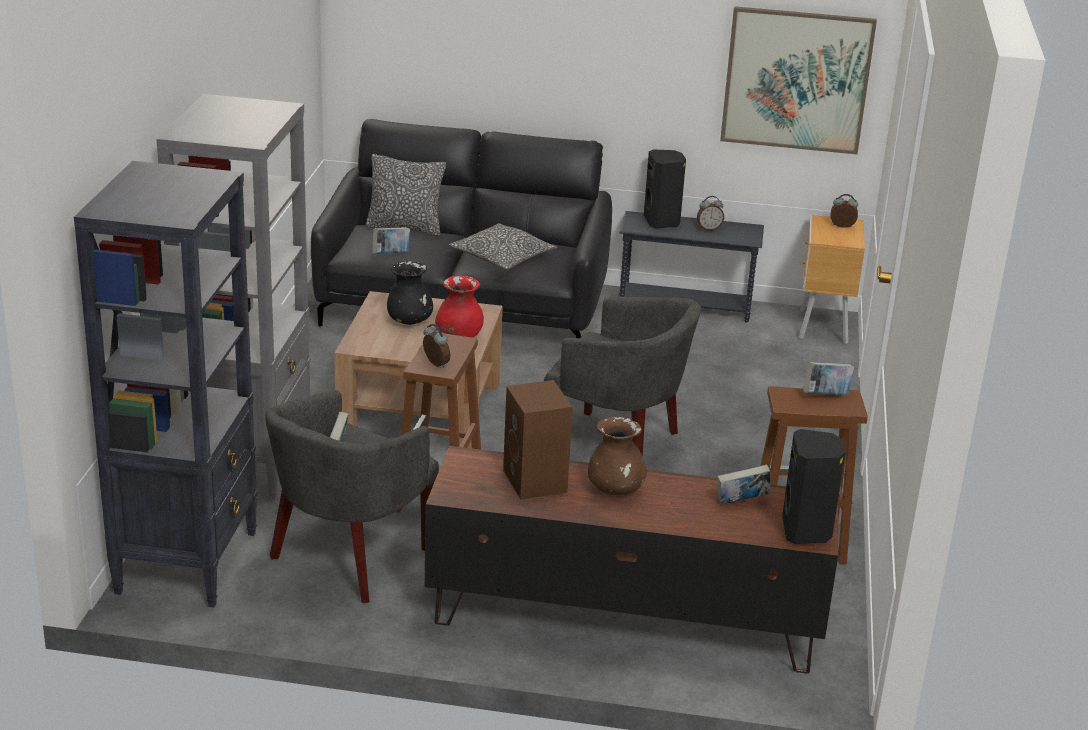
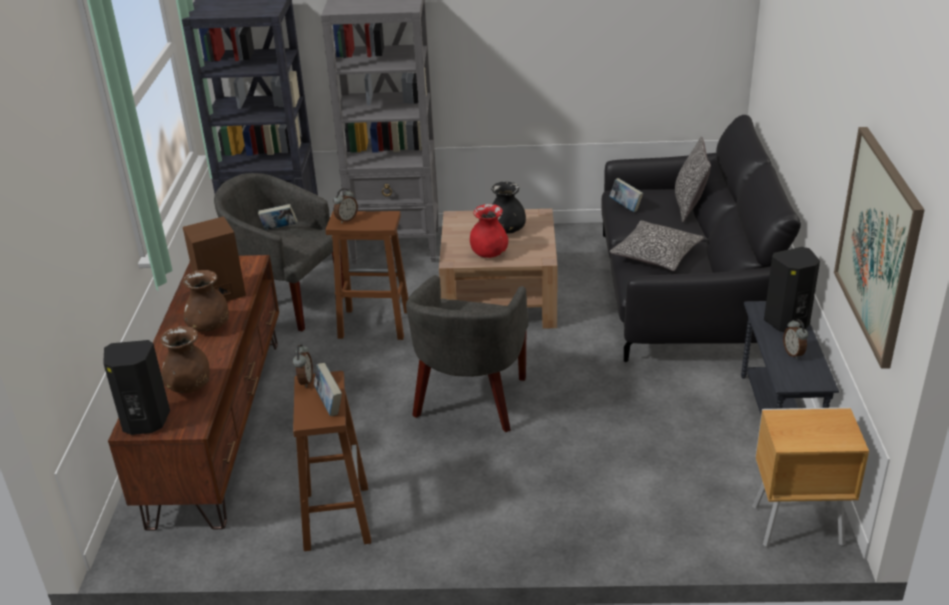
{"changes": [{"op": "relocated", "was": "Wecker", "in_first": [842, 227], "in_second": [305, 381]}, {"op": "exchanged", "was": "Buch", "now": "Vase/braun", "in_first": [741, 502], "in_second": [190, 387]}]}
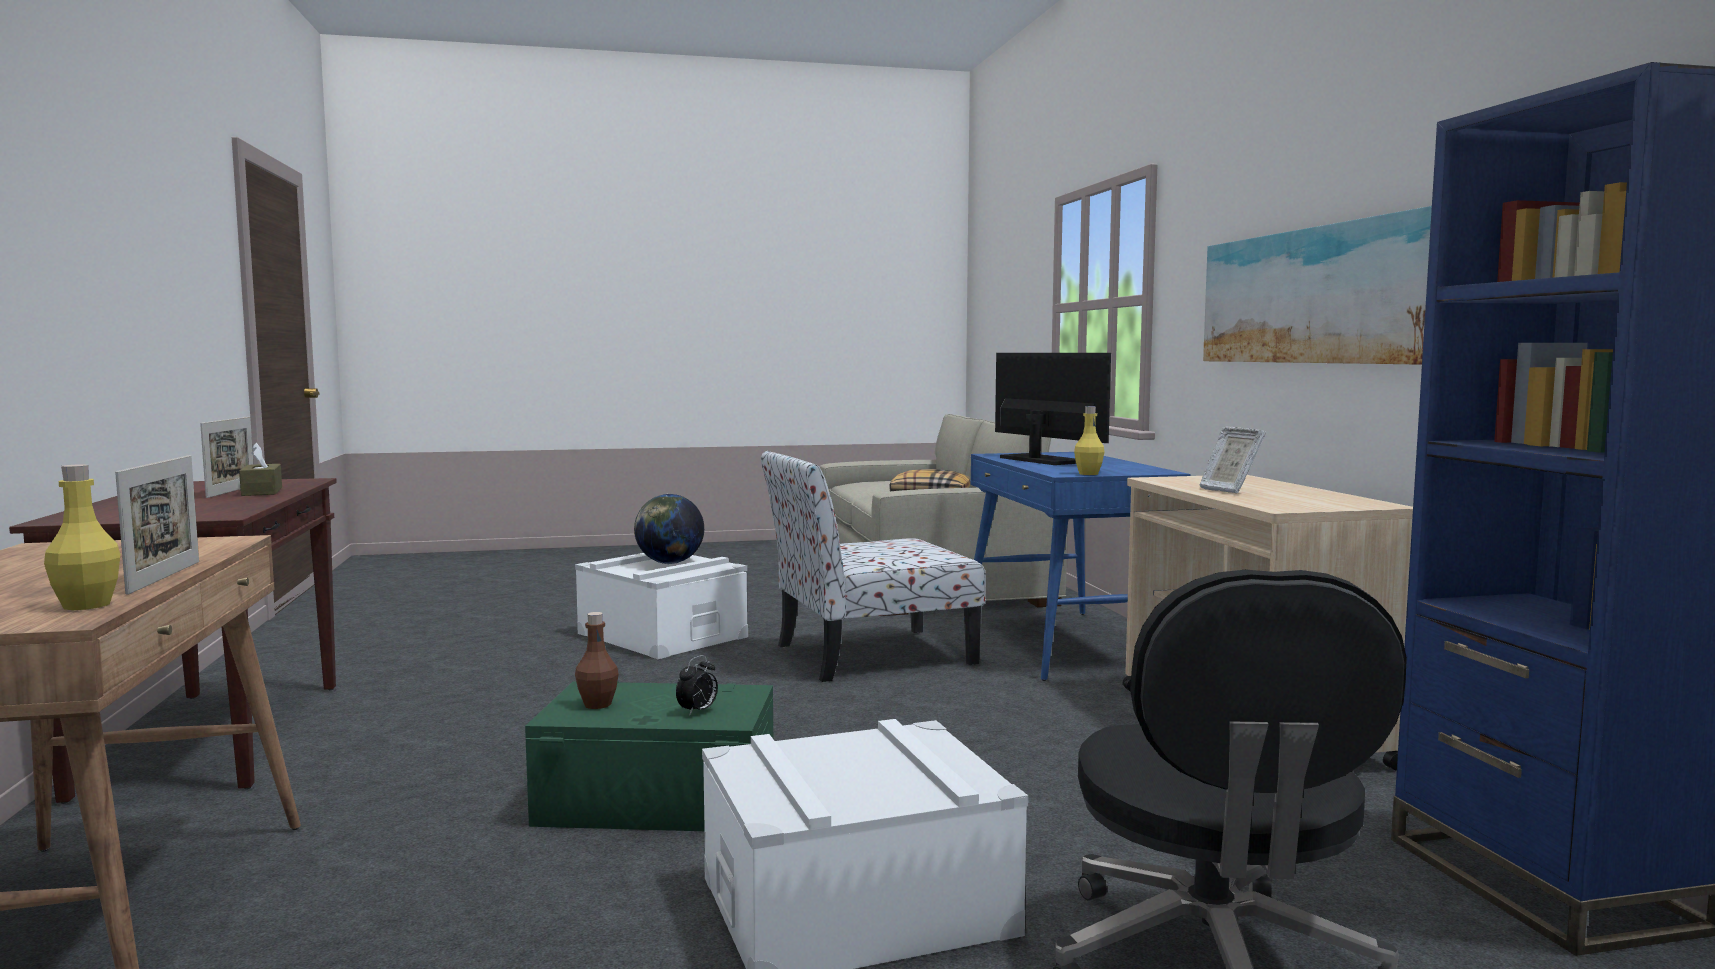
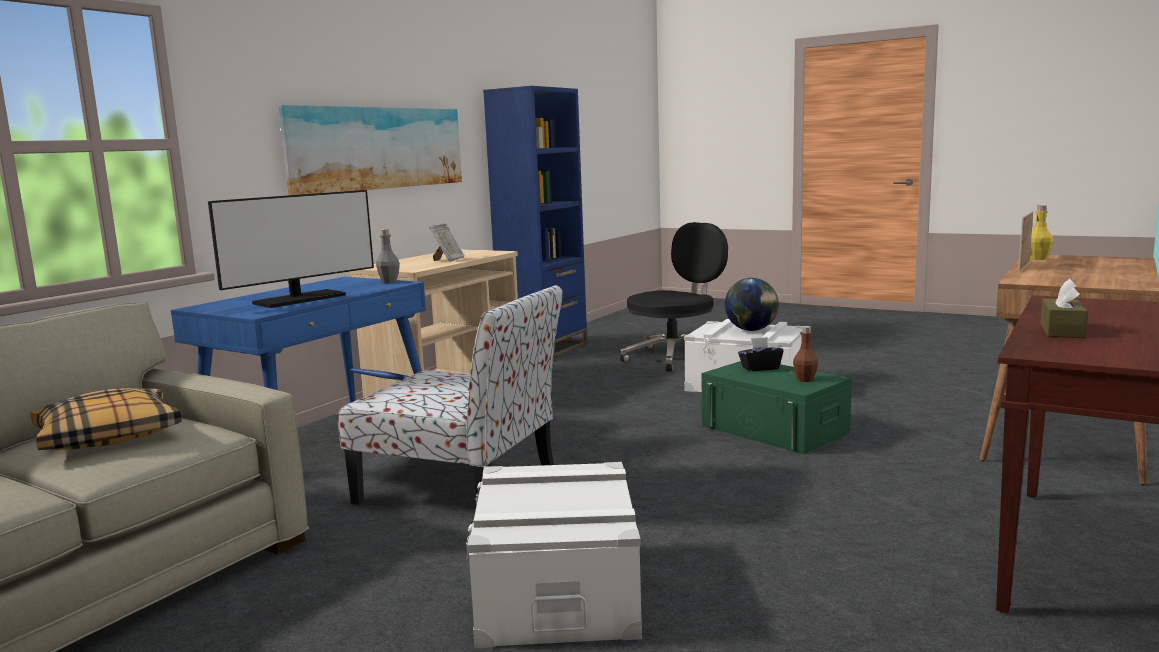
{"changes": [{"op": "spun", "was": "Monitor", "in_first": [1041, 460], "in_second": [300, 299], "clockwise": -150}, {"op": "colour", "was": "Flasche/gelb", "now": "Flasche/grau", "in_first": [1088, 474], "in_second": [389, 281]}, {"op": "missing", "was": "Bilderrahmen", "in_first": [231, 491]}, {"op": "relocated", "was": "Globus", "in_first": [669, 563], "in_second": [751, 330]}, {"op": "exchanged", "was": "Wecker", "now": "Taschentuchbox/schwarz", "in_first": [698, 711], "in_second": [760, 368]}]}
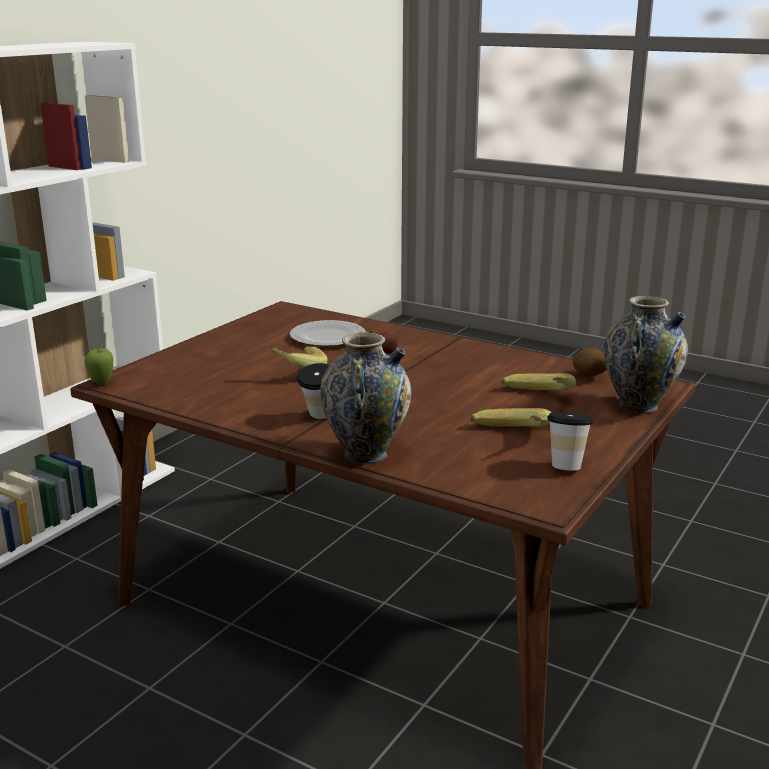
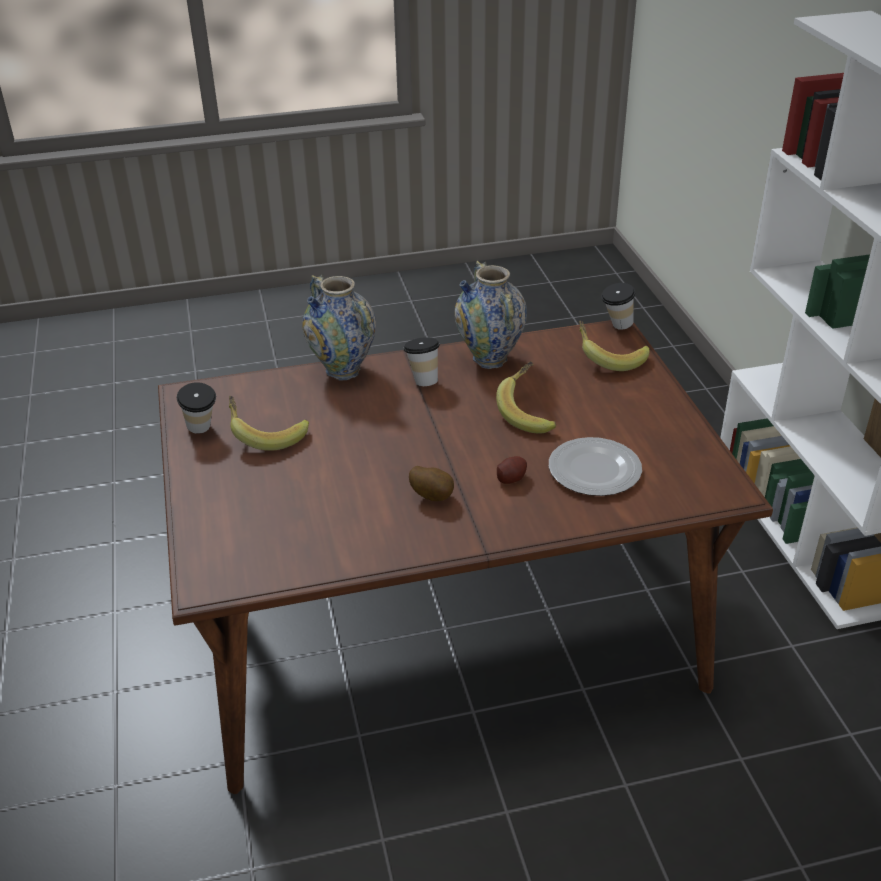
{"changes": [{"op": "relocated", "was": "Vase", "in_first": [638, 405], "in_second": [490, 359]}, {"op": "exchanged", "was": "Apfel", "now": "Tasse", "in_first": [102, 384], "in_second": [616, 326]}, {"op": "relocated", "was": "Kartoffel", "in_first": [589, 377], "in_second": [432, 496]}, {"op": "relocated", "was": "Banane", "in_first": [537, 399], "in_second": [609, 358]}]}
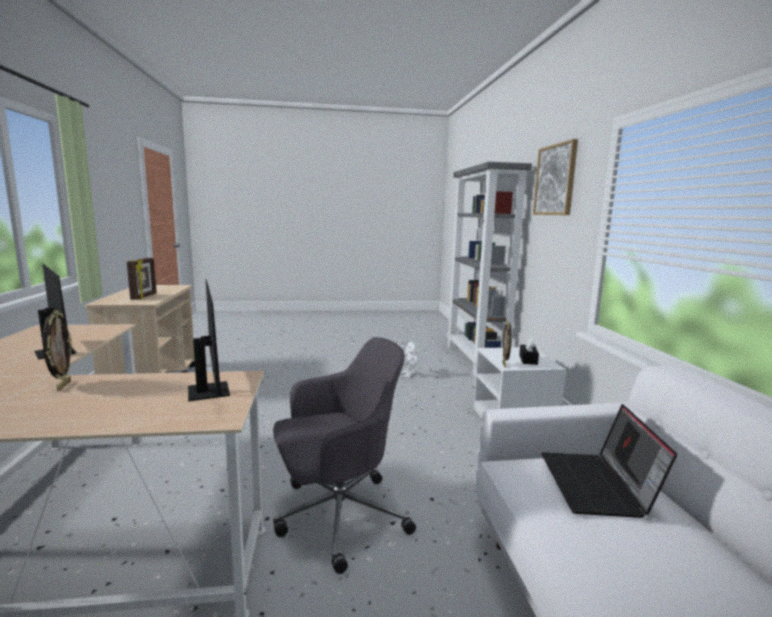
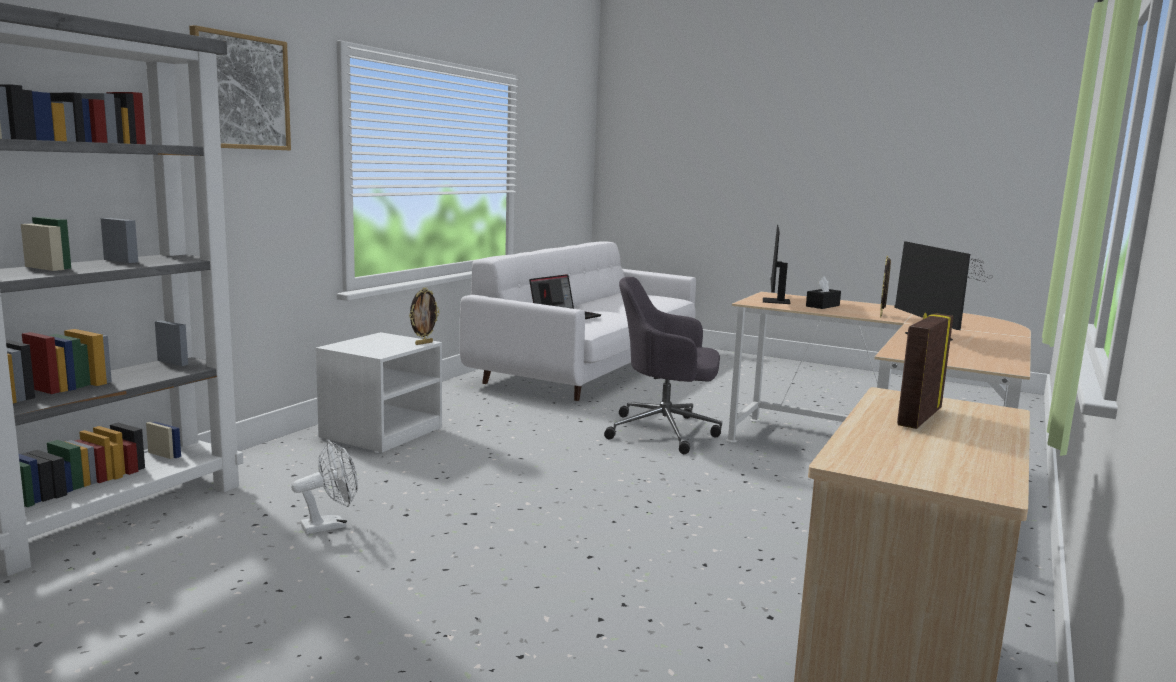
{"changes": [{"op": "relocated", "was": "Taschentuchbox/schwarz", "in_first": [528, 360], "in_second": [822, 306]}]}
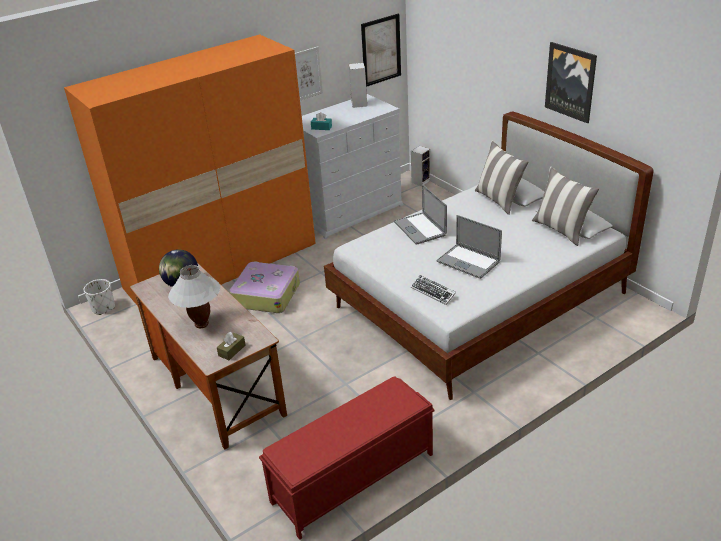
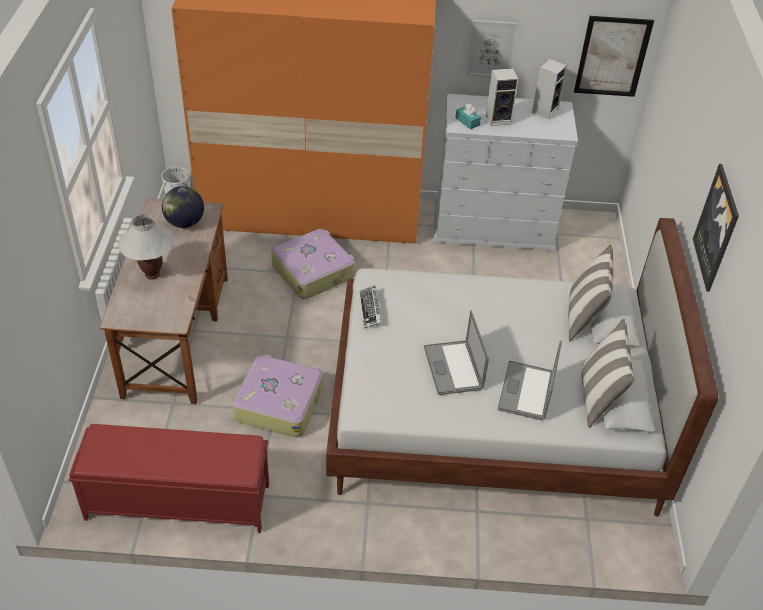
{"changes": [{"op": "relocated", "was": "Lautsprecher", "in_first": [421, 181], "in_second": [499, 119]}, {"op": "relocated", "was": "Laptop", "in_first": [420, 228], "in_second": [526, 391]}, {"op": "relocated", "was": "Tastatur", "in_first": [433, 292], "in_second": [370, 309]}, {"op": "missing", "was": "Taschentuchbox/braun", "in_first": [232, 350]}, {"op": "appeared", "now": "Koffer", "in_second": [279, 403]}]}
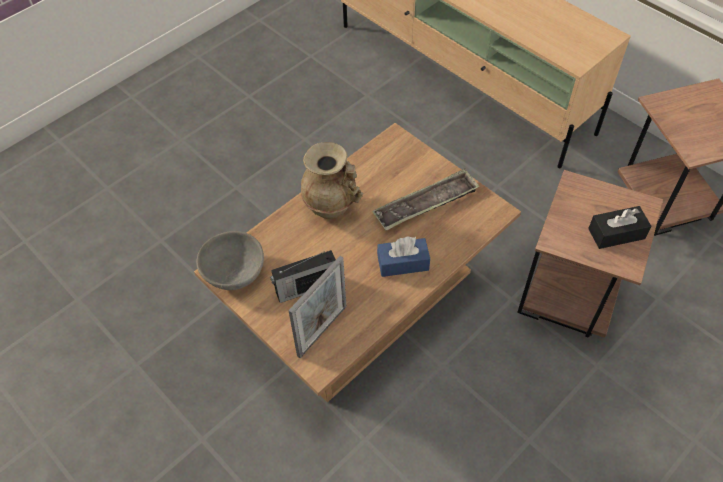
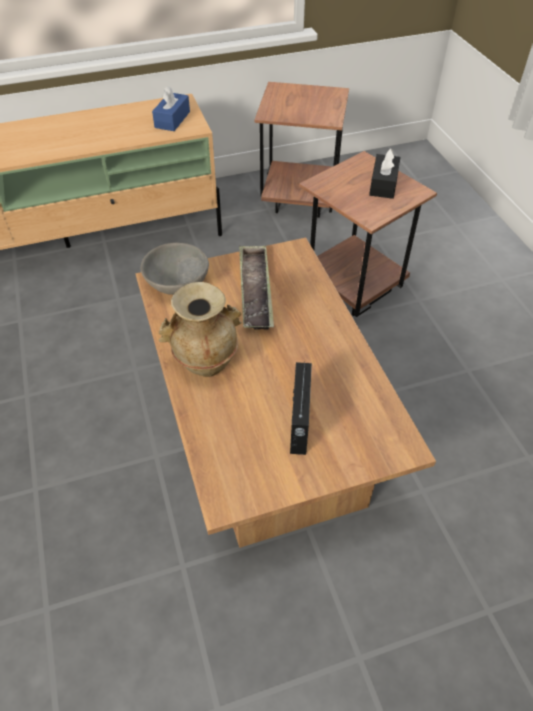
{"changes": [{"op": "relocated", "was": "Schüssel/grau", "in_first": [234, 273], "in_second": [178, 283]}, {"op": "relocated", "was": "Taschentuchbox/blau", "in_first": [403, 263], "in_second": [172, 120]}, {"op": "missing", "was": "Bilderrahmen", "in_first": [322, 331]}]}
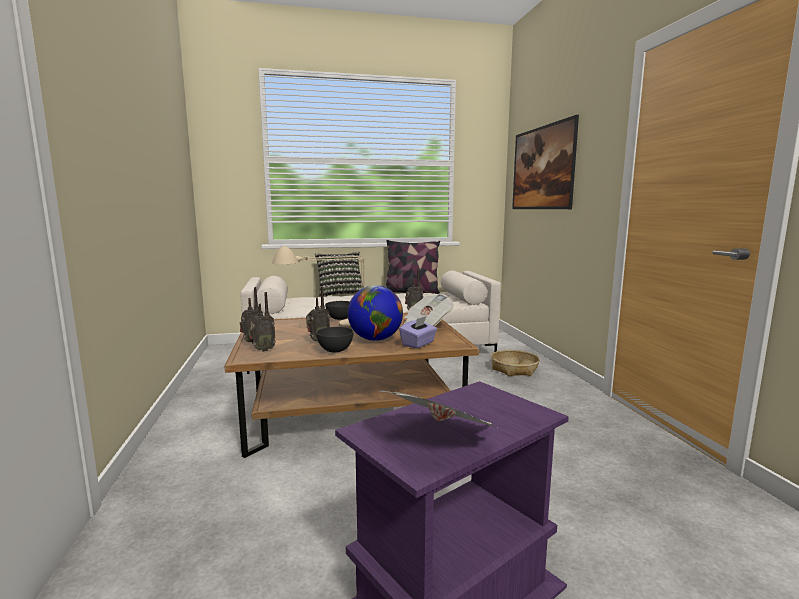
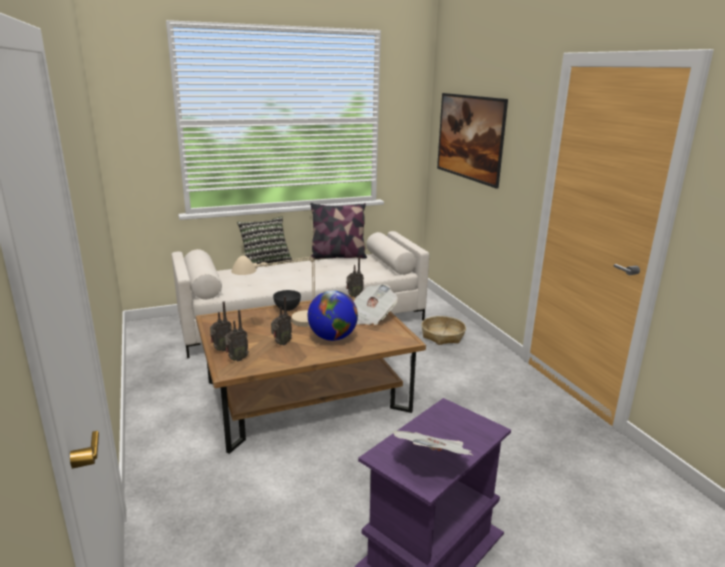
{"changes": [{"op": "missing", "was": "Taschentuchbox/lila", "in_first": [418, 344]}, {"op": "missing", "was": "Schüssel/grau", "in_first": [335, 350]}]}
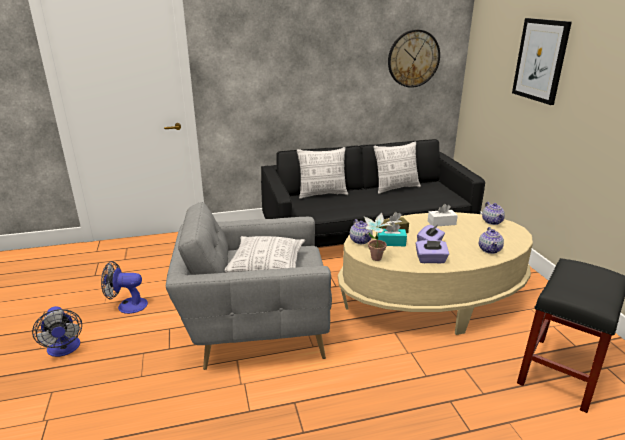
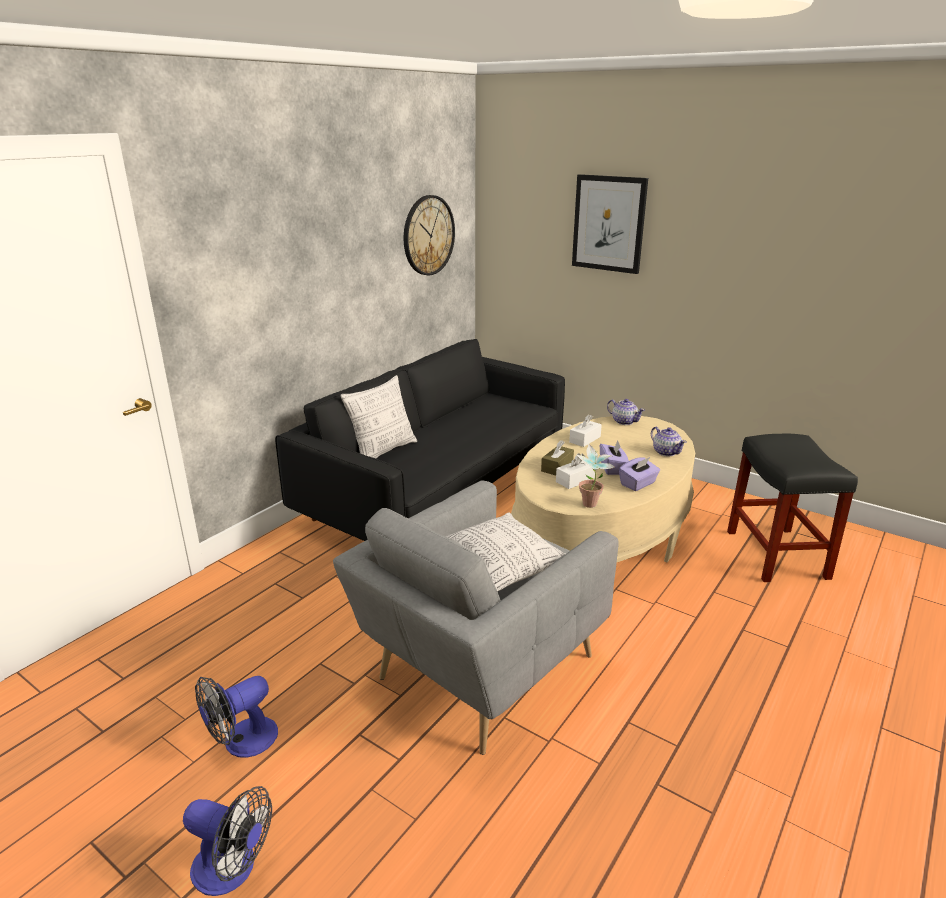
{"changes": [{"op": "missing", "was": "Kissen", "in_first": [396, 188]}, {"op": "missing", "was": "Teekanne", "in_first": [360, 240]}, {"op": "colour", "was": "Taschentuchbox/türkis", "now": "Taschentuchbox/weiß", "in_first": [391, 242], "in_second": [575, 480]}]}
